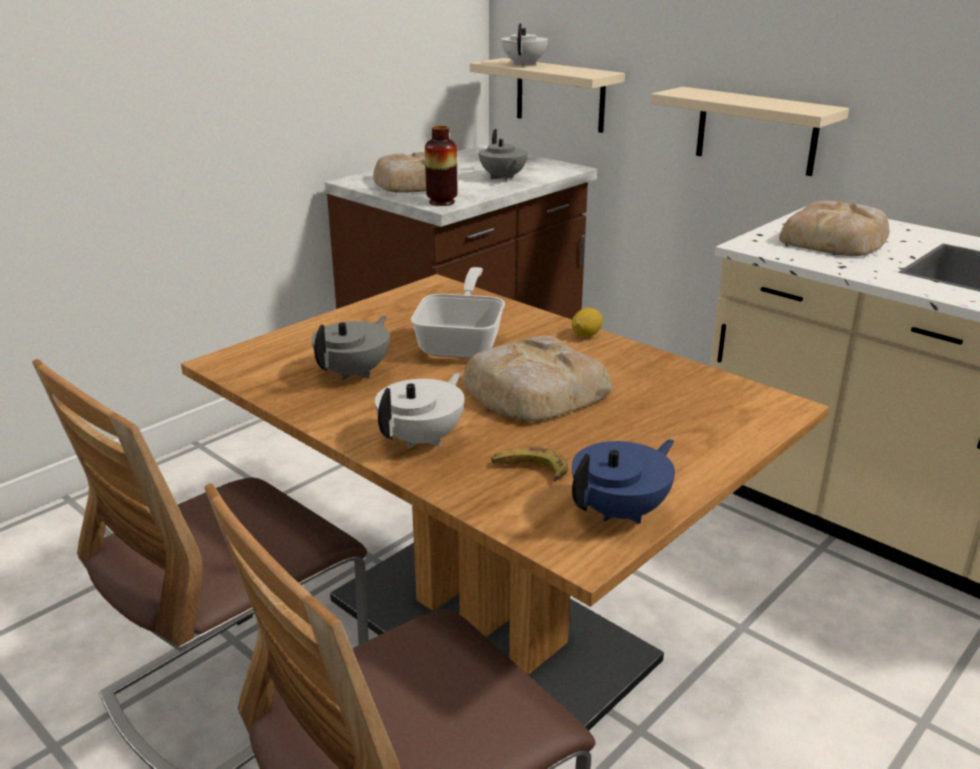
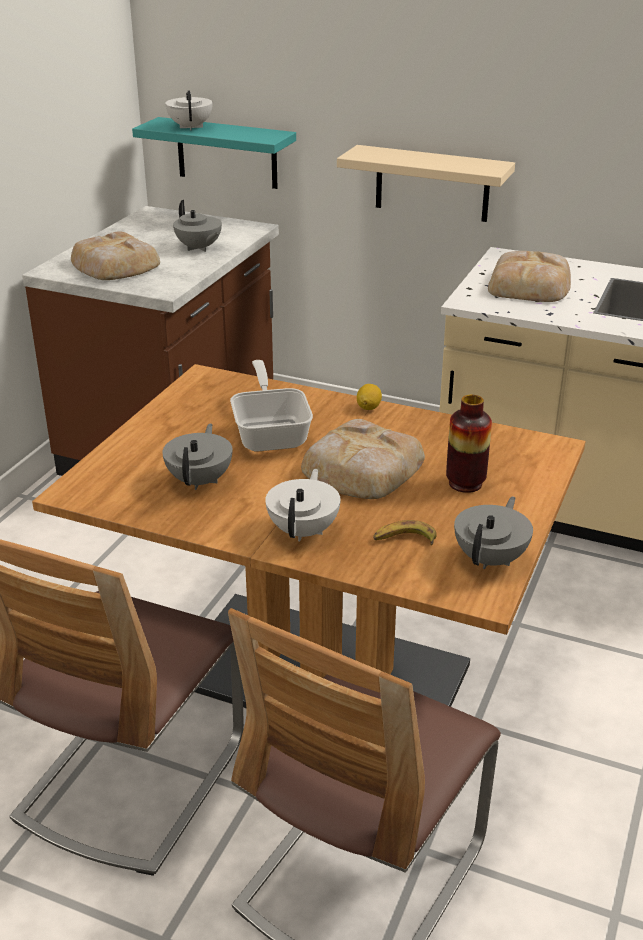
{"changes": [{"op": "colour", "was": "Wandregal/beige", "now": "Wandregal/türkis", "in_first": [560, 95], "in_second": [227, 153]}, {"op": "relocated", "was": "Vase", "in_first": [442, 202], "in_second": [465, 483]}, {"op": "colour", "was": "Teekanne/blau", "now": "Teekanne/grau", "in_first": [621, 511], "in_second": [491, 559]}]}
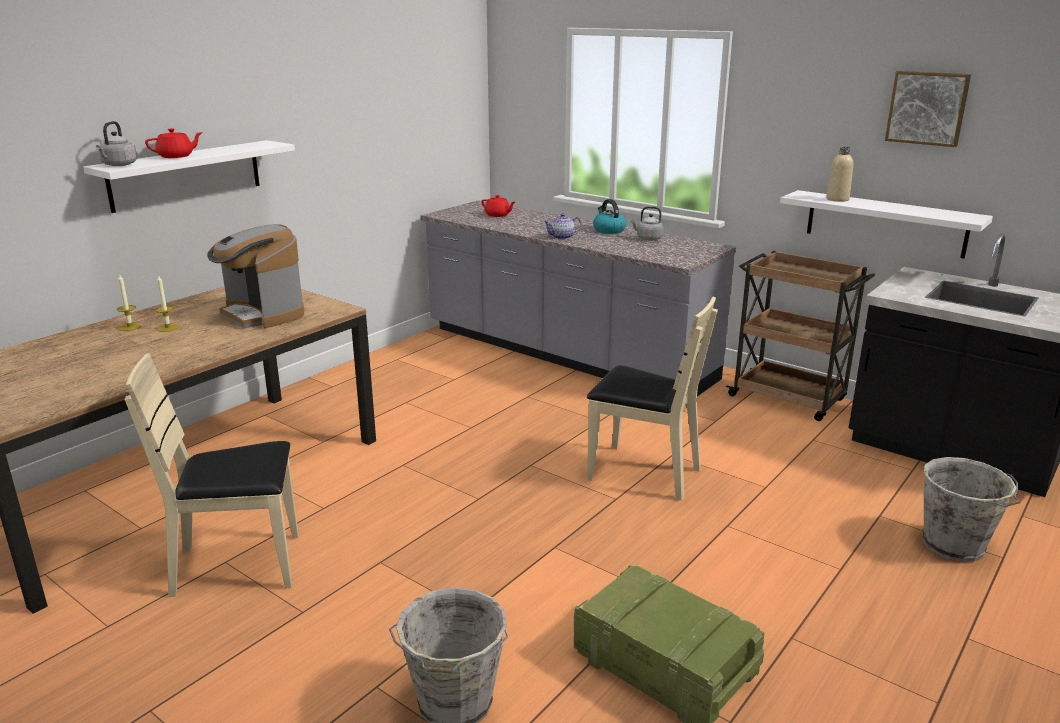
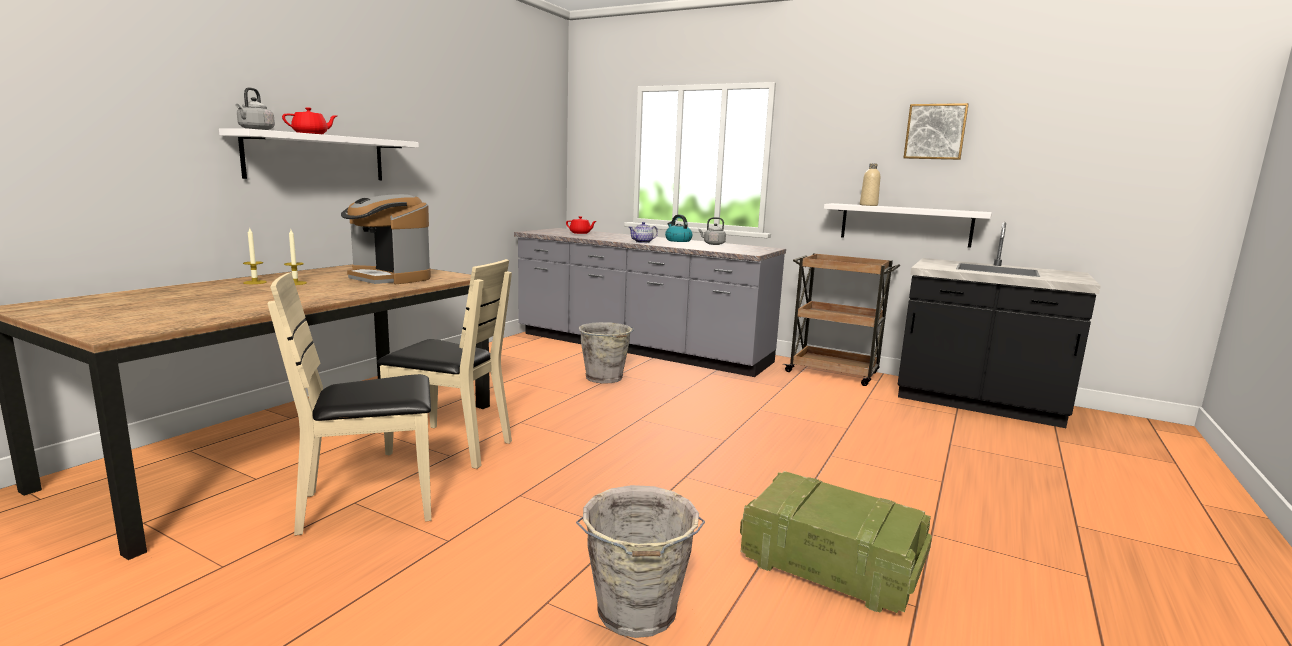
{"changes": [{"op": "relocated", "was": "Stuhl/beige", "in_first": [643, 473], "in_second": [450, 447]}, {"op": "relocated", "was": "Eimer/grau", "in_first": [955, 547], "in_second": [605, 378]}]}
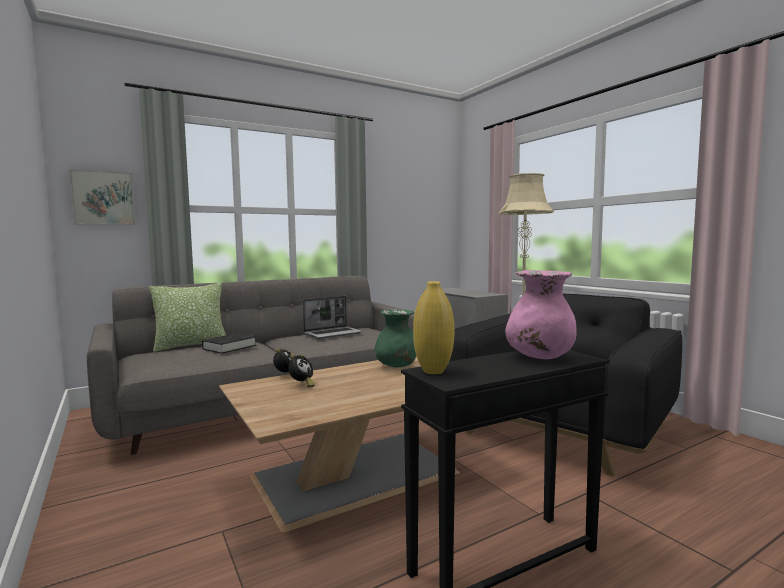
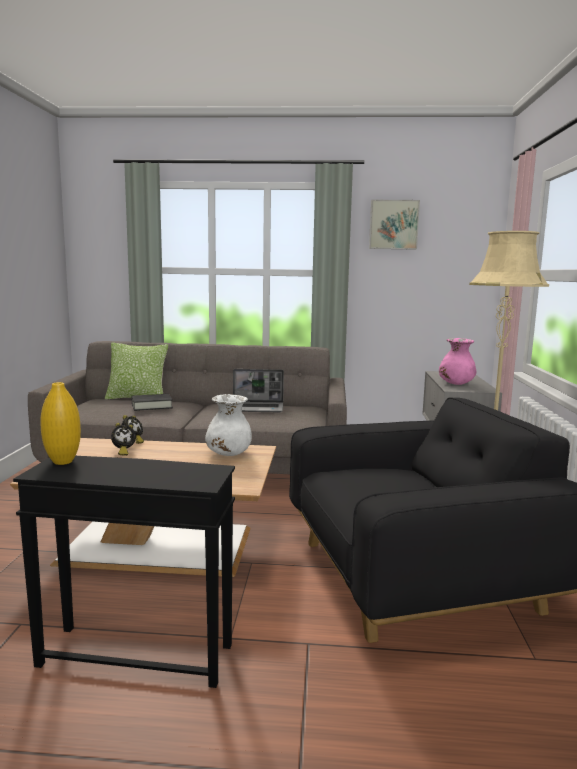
{"changes": [{"op": "relocated", "was": "Bild", "in_first": [103, 198], "in_second": [393, 225]}, {"op": "relocated", "was": "Vase/rosa", "in_first": [539, 357], "in_second": [456, 384]}, {"op": "colour", "was": "Vase/grün", "now": "Vase/weiß", "in_first": [396, 366], "in_second": [228, 454]}]}
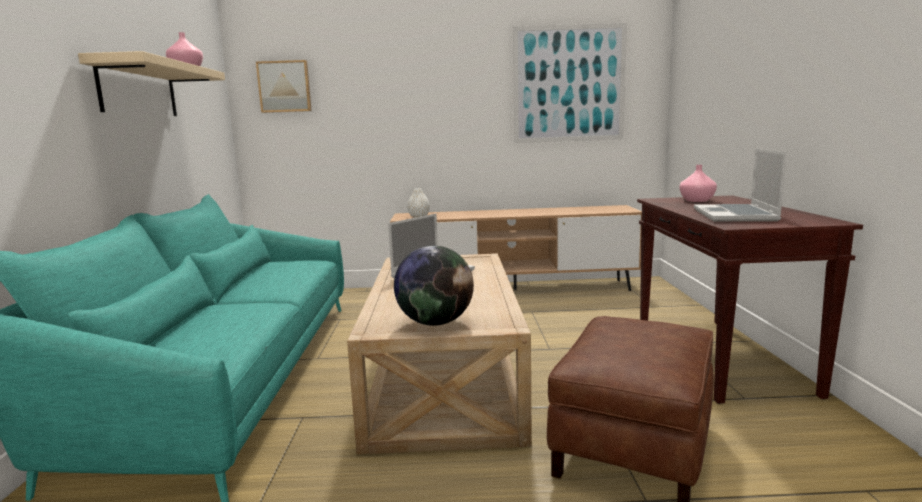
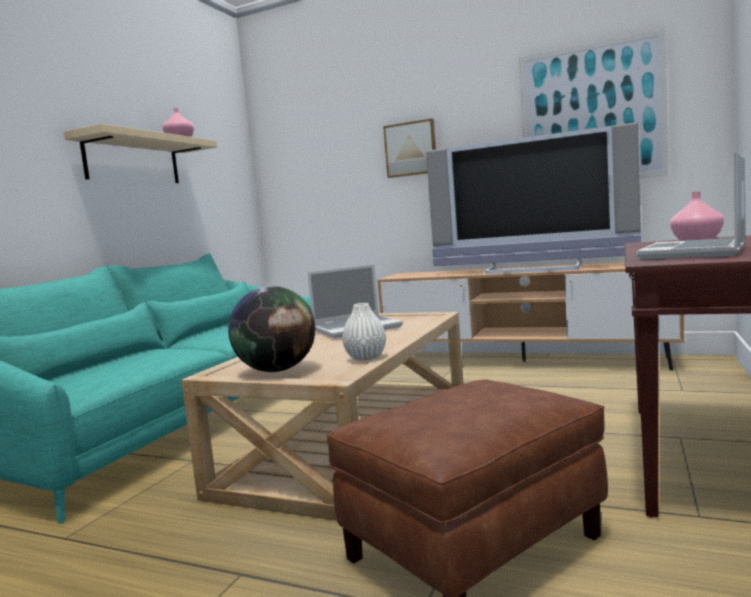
{"changes": [{"op": "relocated", "was": "Bild", "in_first": [285, 86], "in_second": [411, 149]}, {"op": "relocated", "was": "Vase/weiß", "in_first": [419, 217], "in_second": [366, 357]}, {"op": "appeared", "now": "Fernseher", "in_second": [533, 270]}]}
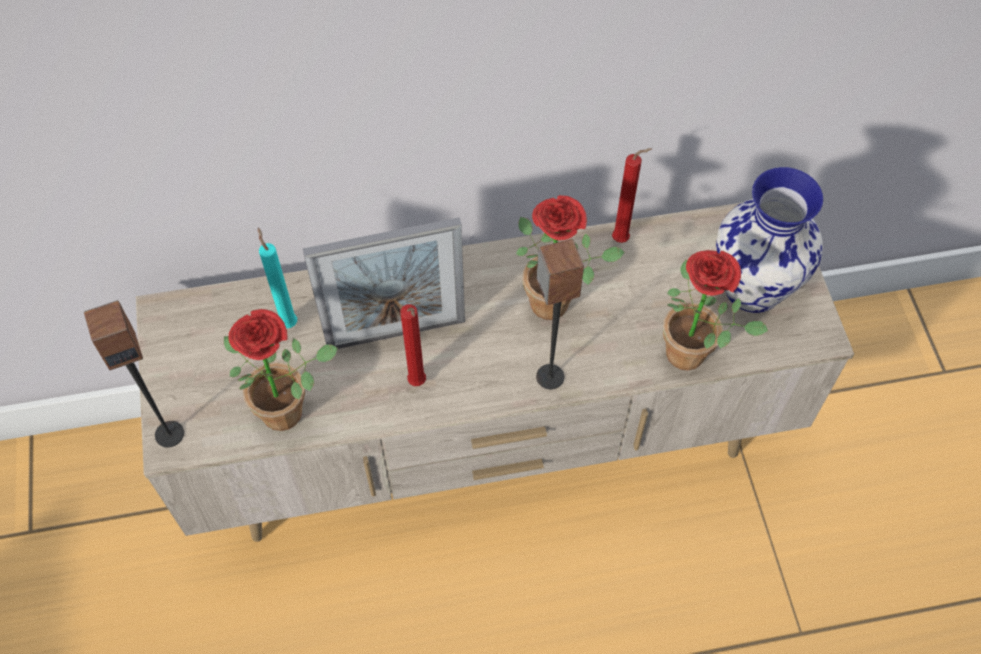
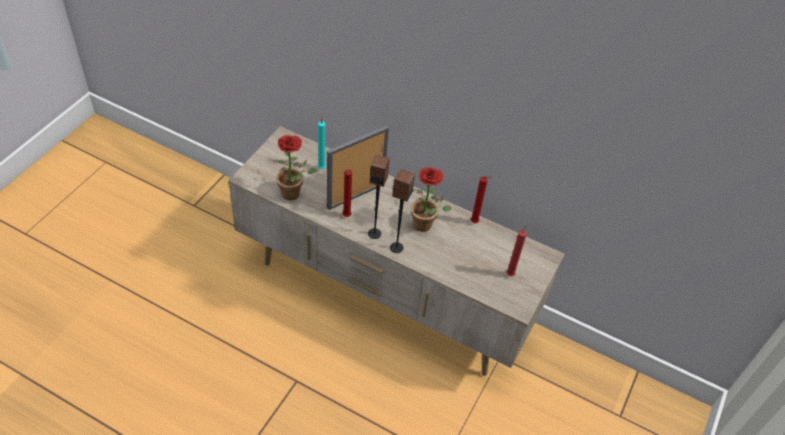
{"changes": [{"op": "exchanged", "was": "Vase", "now": "Kerze/rot", "in_first": [754, 287], "in_second": [511, 274]}, {"op": "spun", "was": "Bilderrahmen", "in_first": [396, 333], "in_second": [355, 196], "clockwise": 120}, {"op": "missing", "was": "Topfpflanze", "in_first": [694, 355]}, {"op": "relocated", "was": "Lautsprecher", "in_first": [169, 433], "in_second": [374, 233]}]}
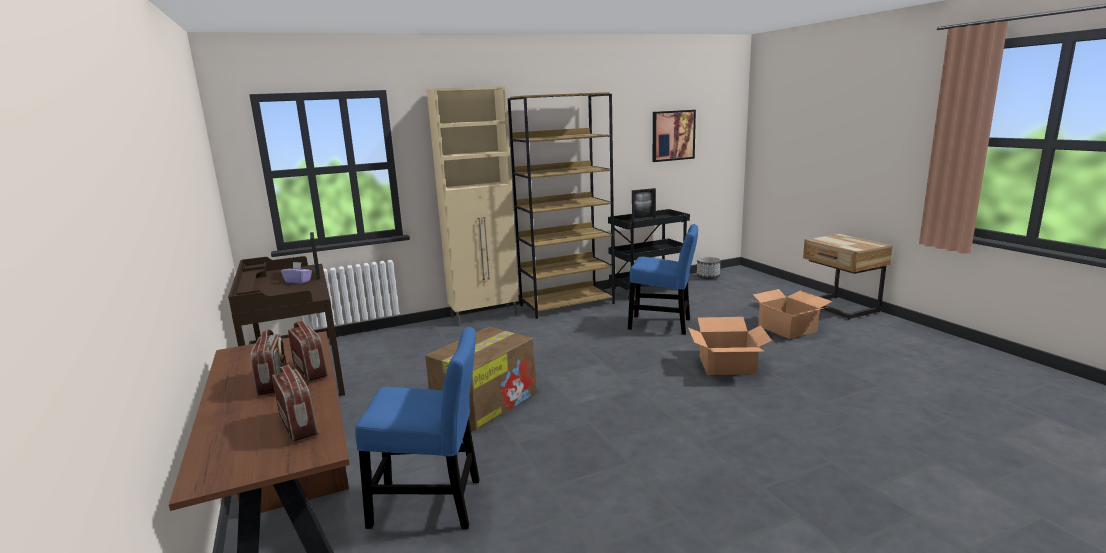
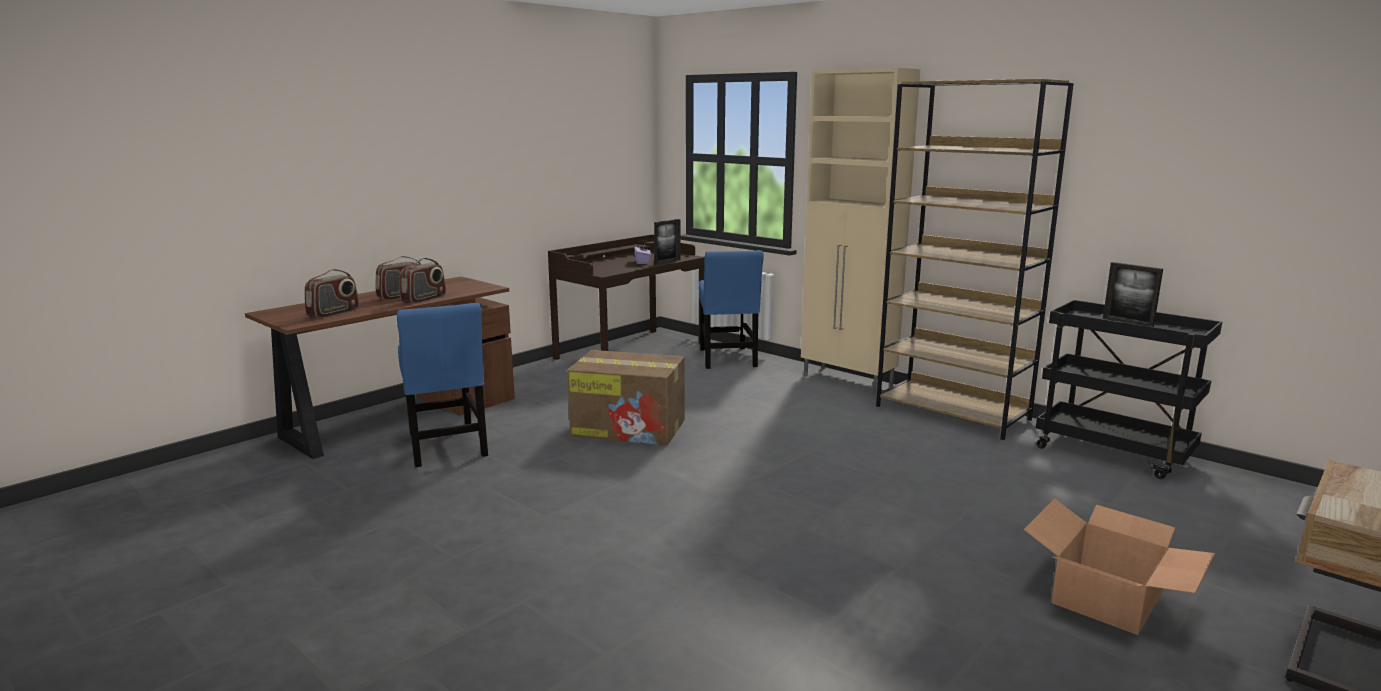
{"changes": [{"op": "missing", "was": "Bild", "in_first": [673, 135]}, {"op": "relocated", "was": "Stuhl/blau", "in_first": [663, 325], "in_second": [727, 359]}, {"op": "missing", "was": "Pflanzkübel", "in_first": [708, 277]}, {"op": "missing", "was": "Karton", "in_first": [727, 365]}]}
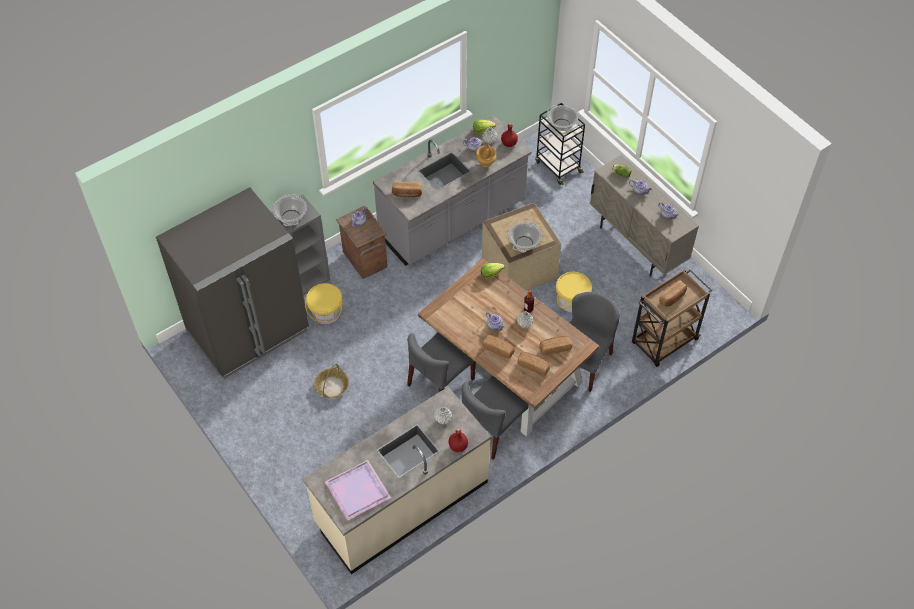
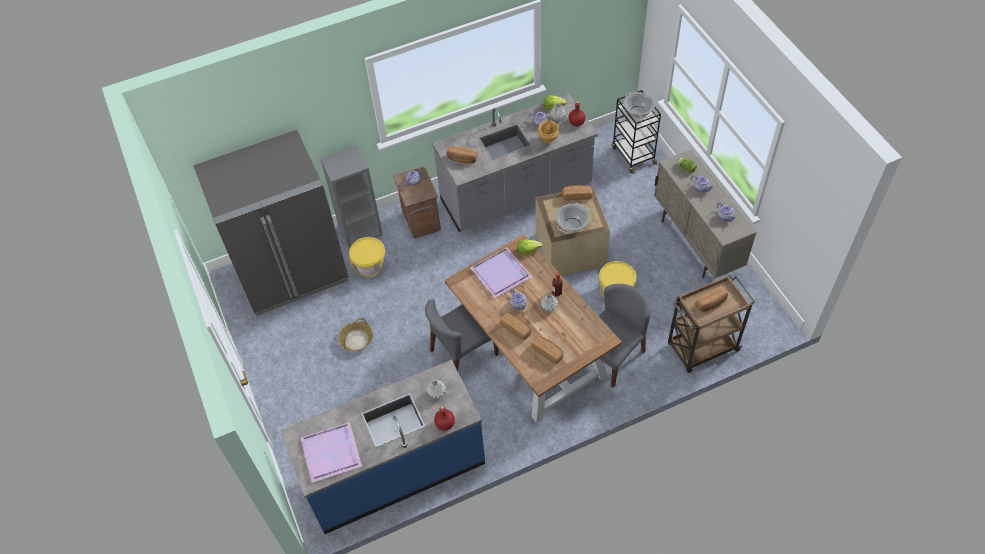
{"changes": [{"op": "missing", "was": "Kochtopf", "in_first": [291, 217]}, {"op": "relocated", "was": "Brot", "in_first": [555, 348], "in_second": [577, 196]}, {"op": "missing", "was": "Stuhl/grau", "in_first": [492, 429]}, {"op": "colour", "was": "Küchenzeile/beige", "now": "Küchenzeile/blau", "in_first": [401, 502], "in_second": [393, 469]}, {"op": "appeared", "now": "Tablett/lila", "in_second": [501, 272]}]}
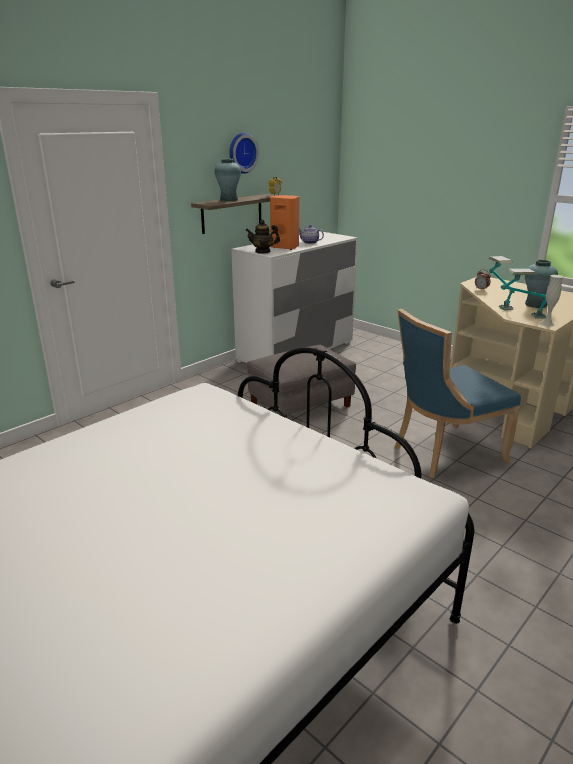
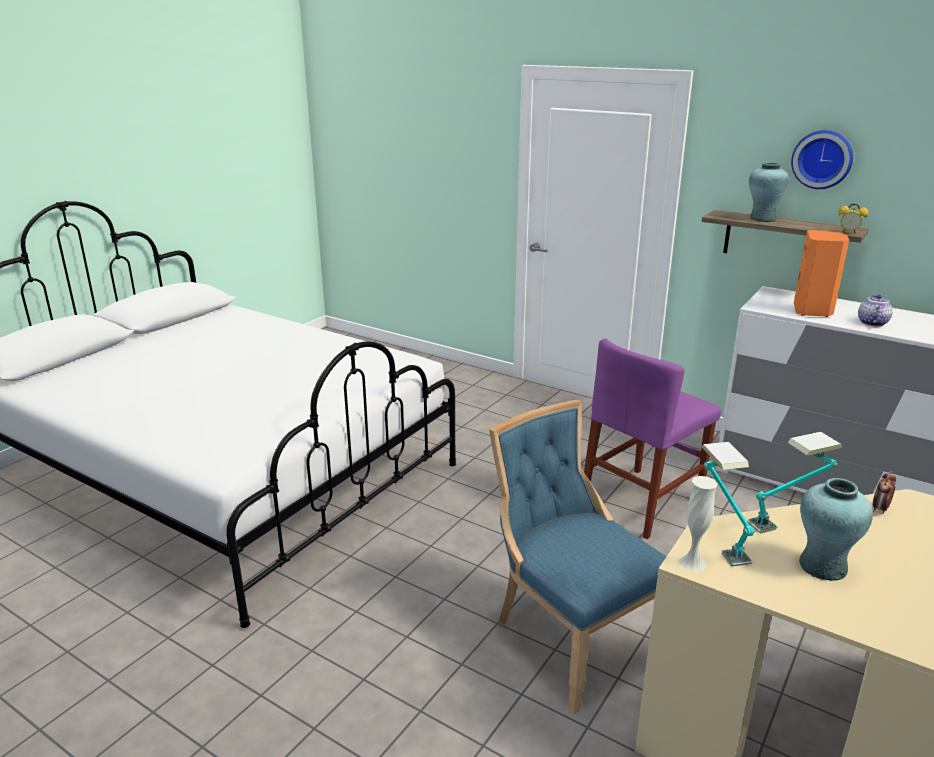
{"changes": [{"op": "missing", "was": "Teekanne", "in_first": [263, 251]}, {"op": "exchanged", "was": "Polsterhocker/grau", "now": "Stuhl/lila", "in_first": [300, 405], "in_second": [641, 501]}]}
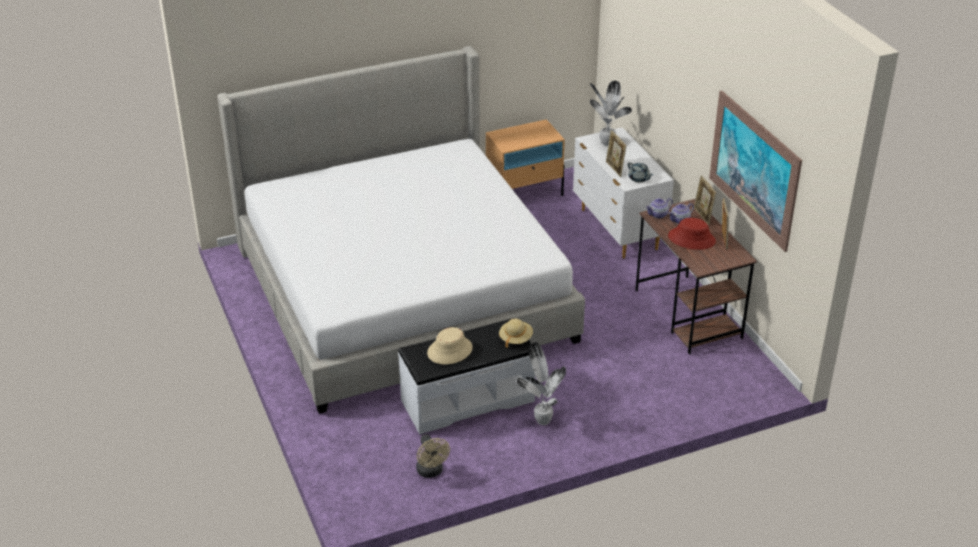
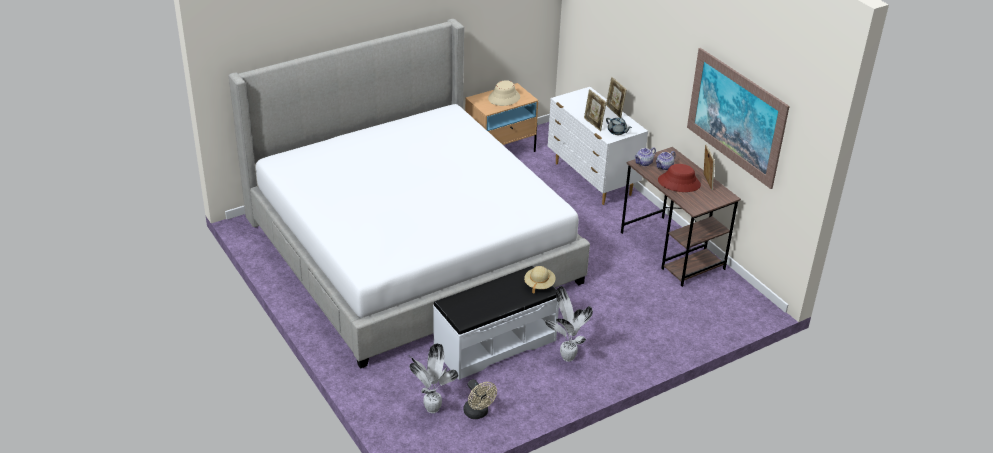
{"changes": [{"op": "relocated", "was": "Topfpflanze", "in_first": [605, 143], "in_second": [431, 409]}, {"op": "relocated", "was": "Bilderrahmen", "in_first": [702, 216], "in_second": [614, 111]}, {"op": "relocated", "was": "Hut/beige", "in_first": [449, 350], "in_second": [504, 98]}]}
